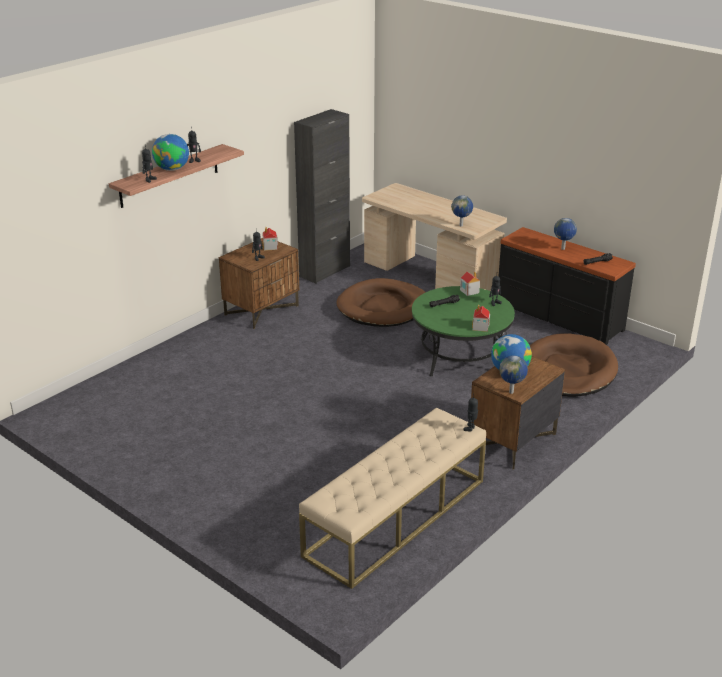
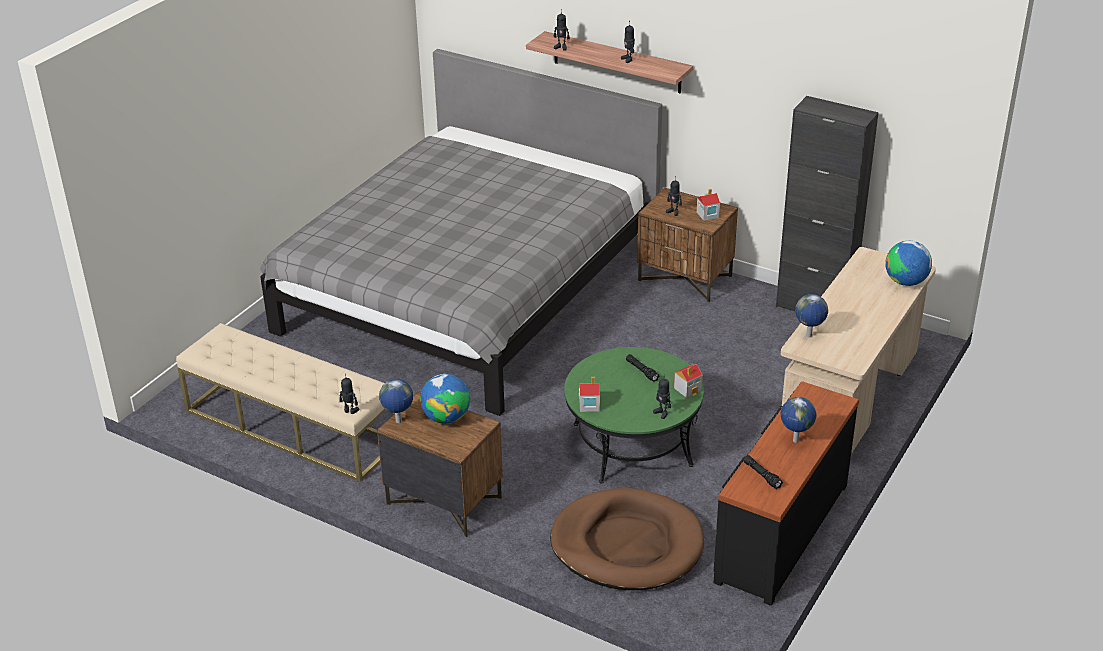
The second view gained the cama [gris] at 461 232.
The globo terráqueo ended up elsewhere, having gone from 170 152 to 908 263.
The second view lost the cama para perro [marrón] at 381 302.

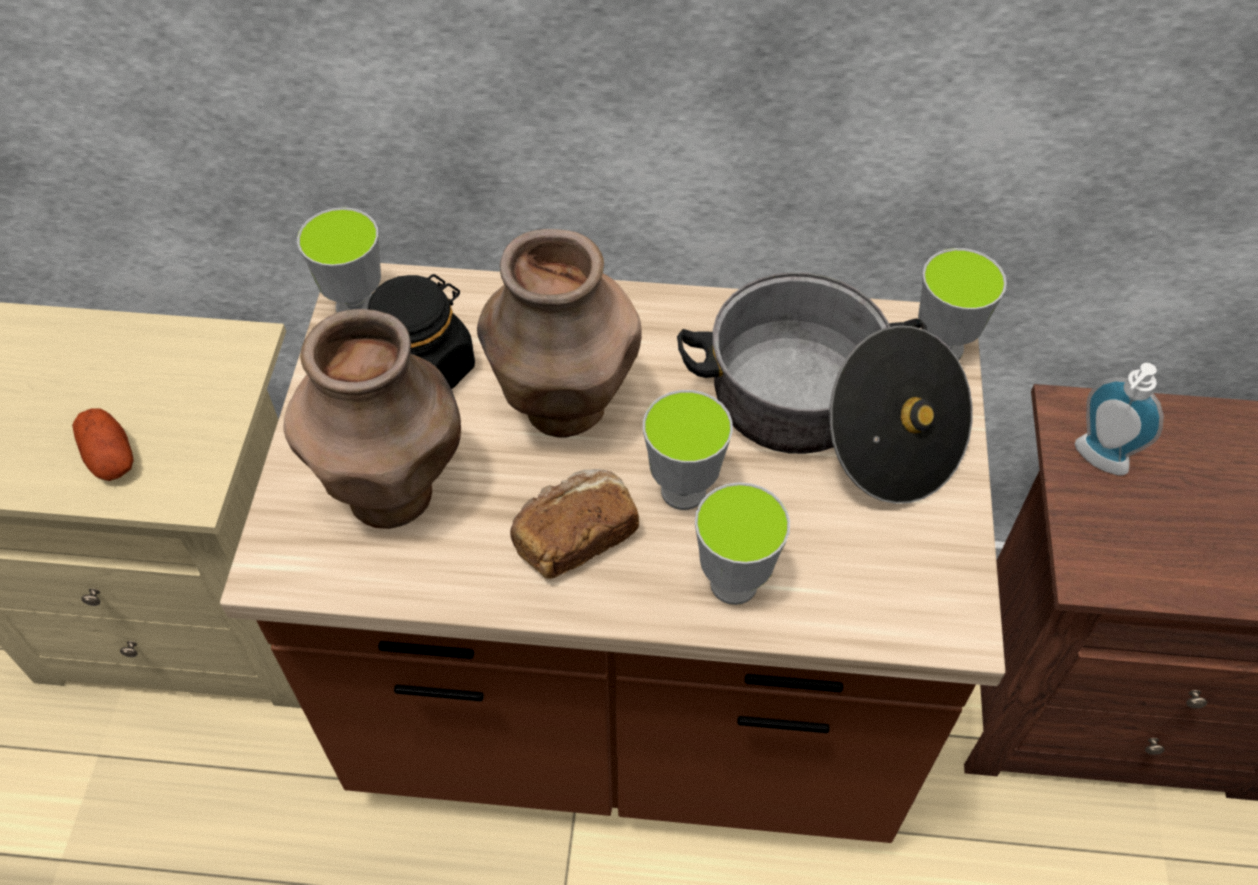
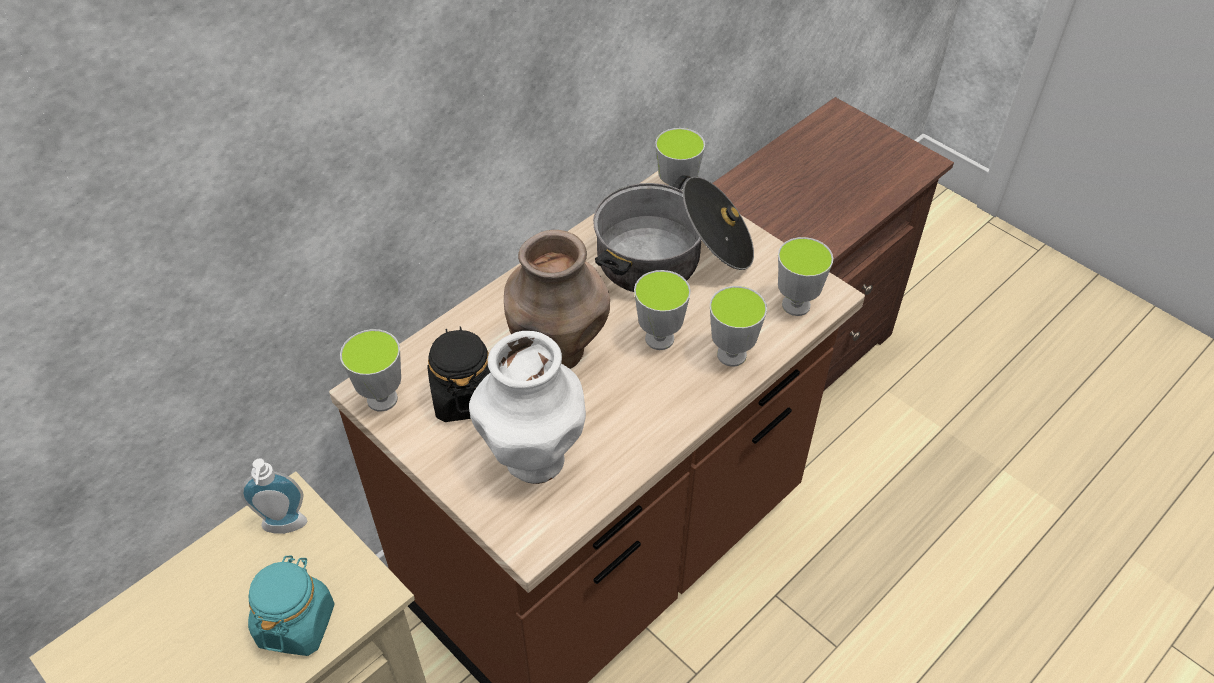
The dispensador de jabón ended up elsewhere, having gone from 1119 419 to 273 496.
Where the patata stood at 103 444, the tarro [turquesa] came to stand at 291 606.
What was the florero [marrón] at 372 419 turned into the florero [blanco] at 527 407.
The second view gained the taza at 805 276.
The second view lost the pan at 574 524.

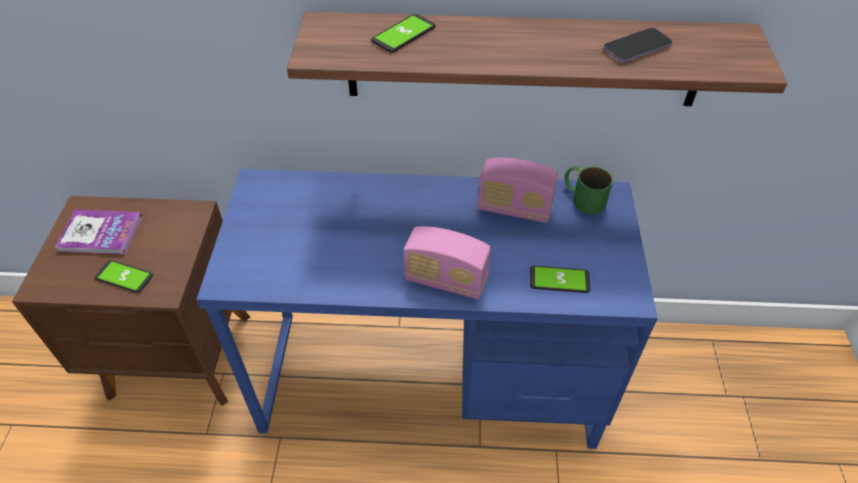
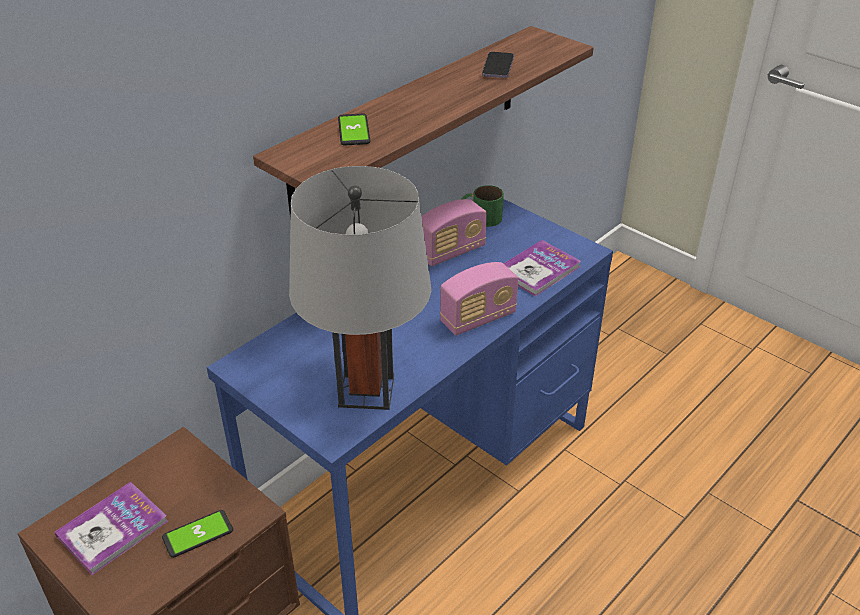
The second view gained the lámpara de mesa [gris] at 360 288.
Where the móvil stood at 560 279, the libro came to stand at 542 268.

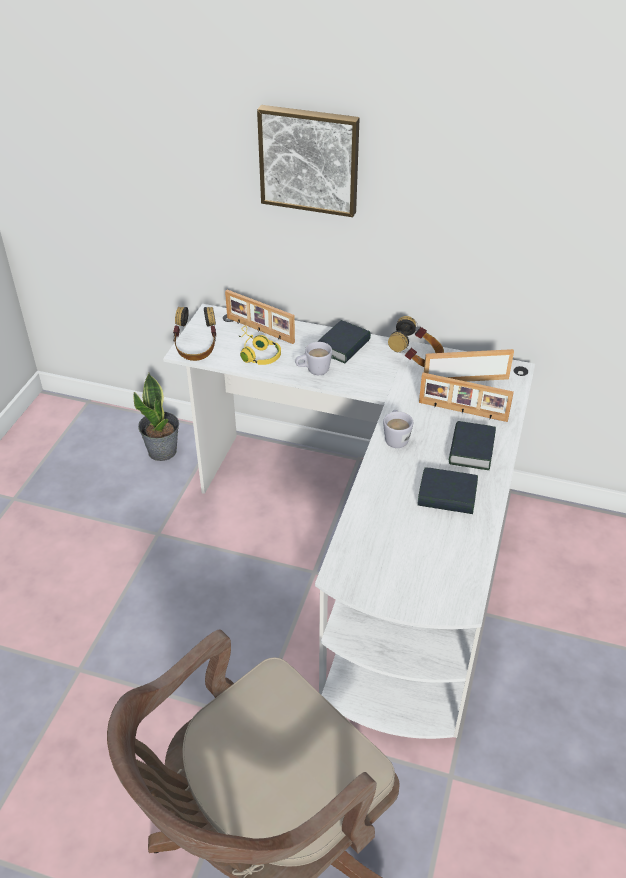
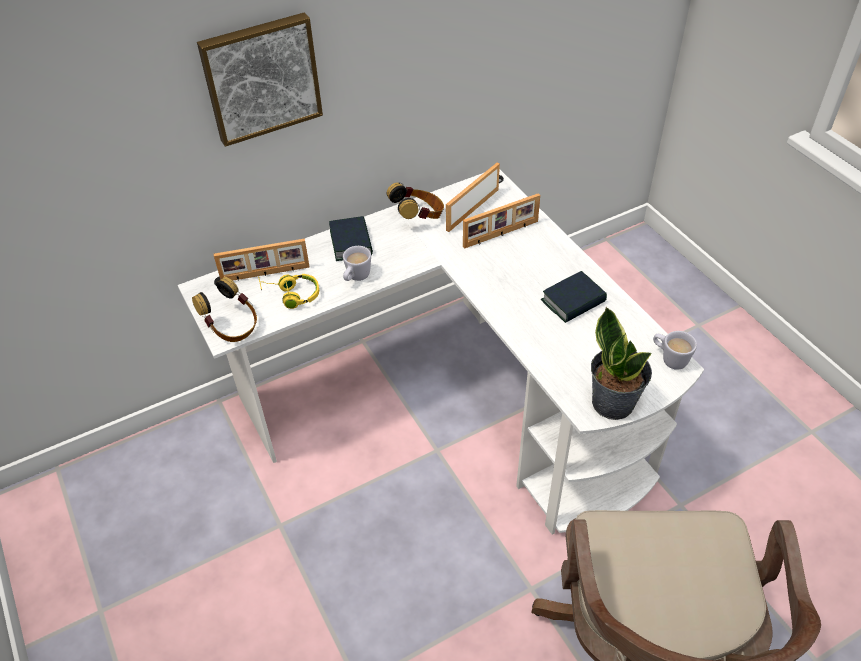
The planta en maceta ended up elsewhere, having gone from 156 417 to 621 363.
The taza grande [blanco] ended up elsewhere, having gone from 398 429 to 675 350.
The second view lost the libro at 472 445.

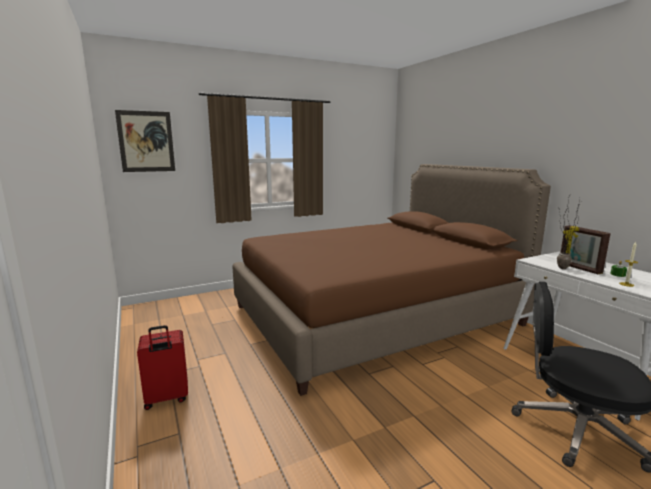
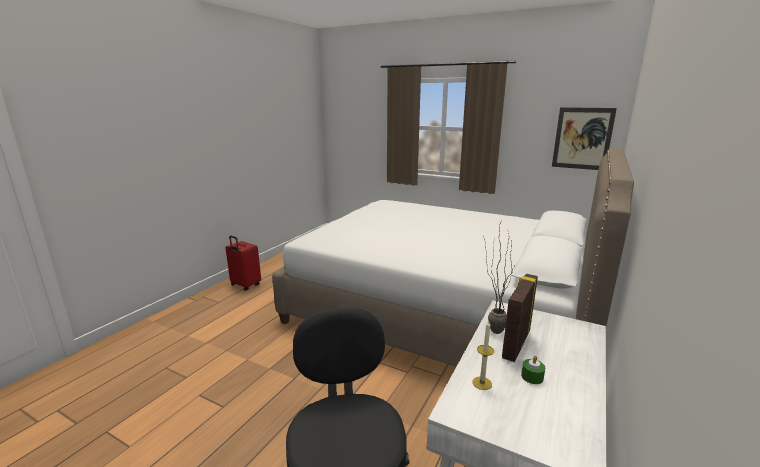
What was the cama [marrón] at 391 280 turned into the cama [blanco] at 453 257.
The cuadro ended up elsewhere, having gone from 145 141 to 584 138.

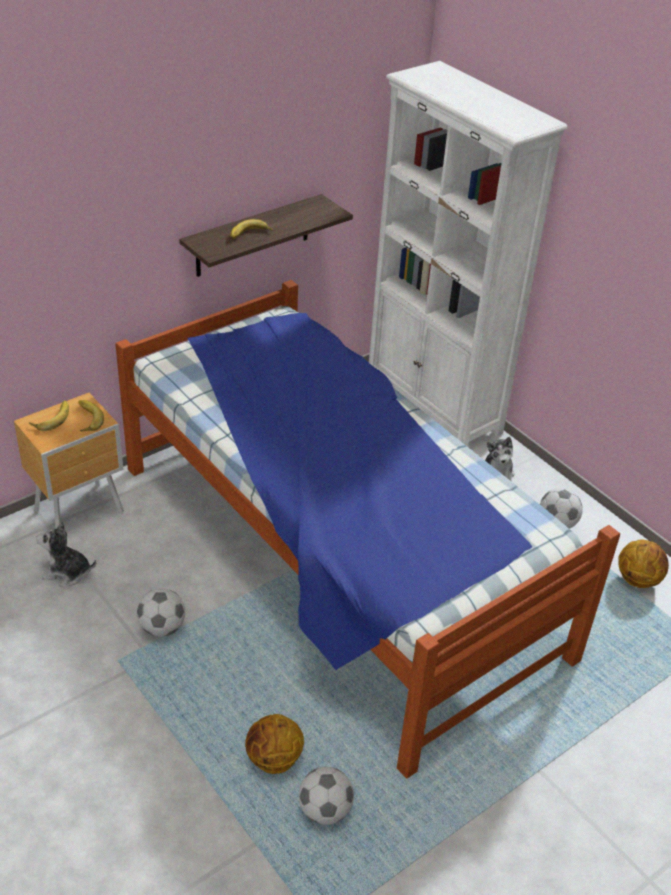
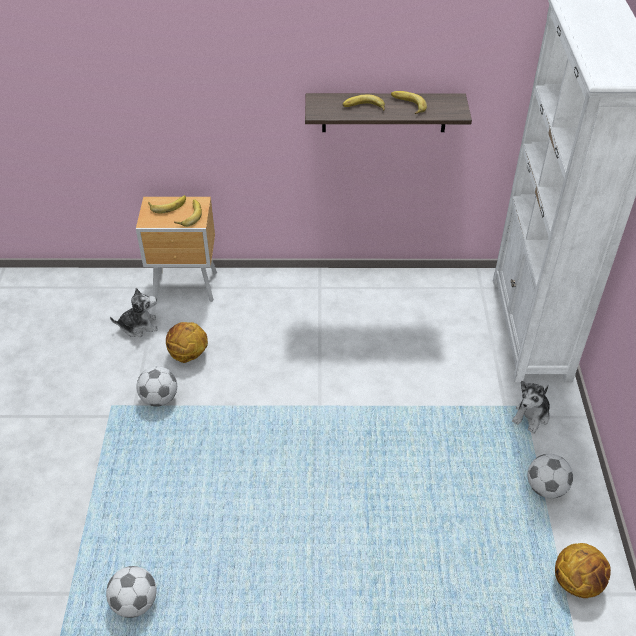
The peluche at 66 553 ended up facing another way, 120 degrees clockwise from before.
The balón de baloncesto ended up elsewhere, having gone from 274 744 to 187 342.
The second view gained the plátano at 409 102.
The second view lost the cama at 367 529.

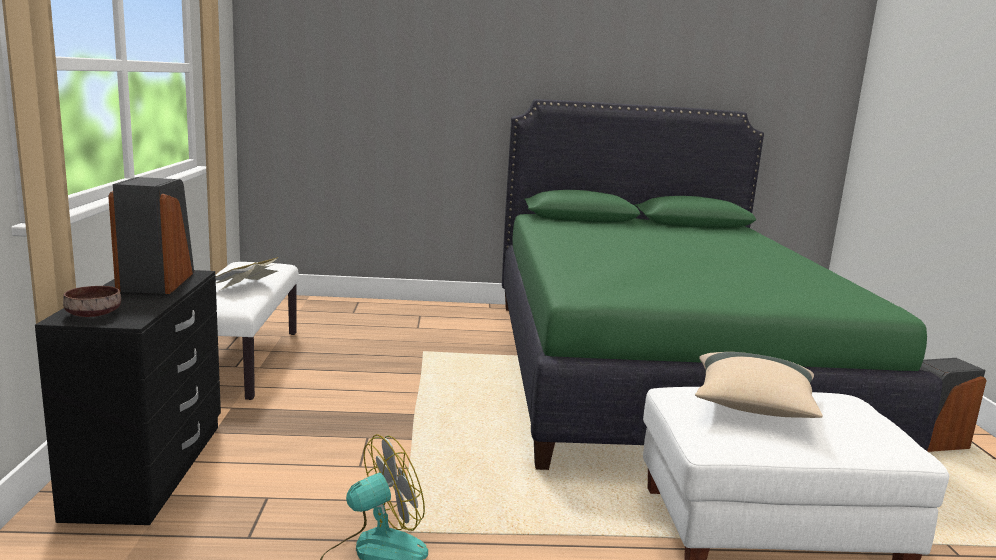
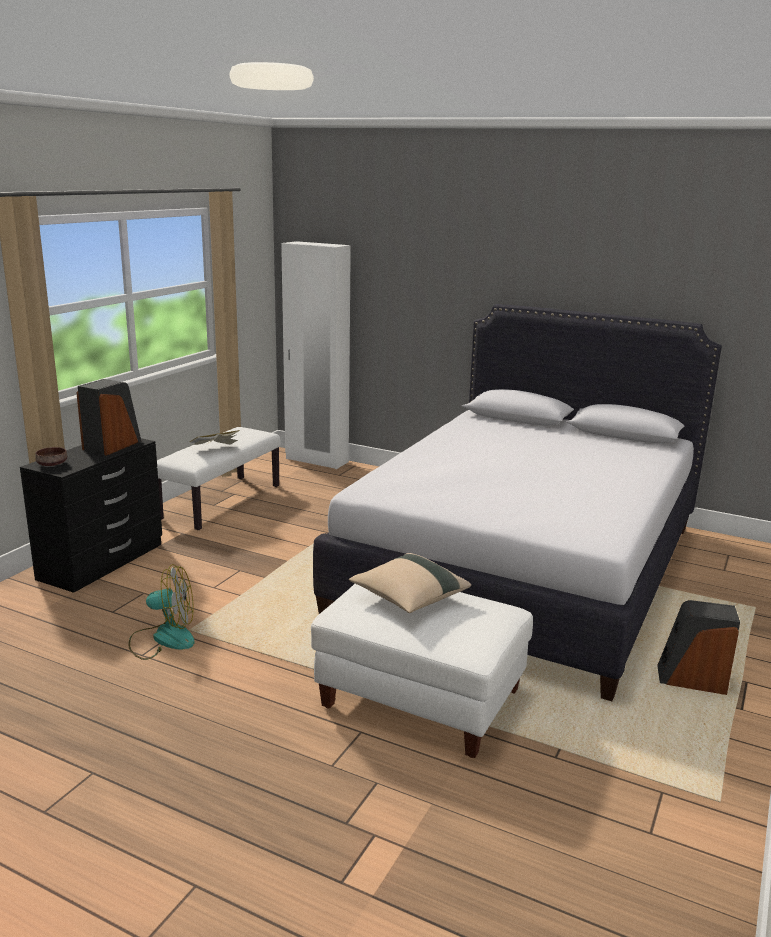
The second view gained the armario ropero [blanco] at 316 355.
What was the cama [verde] at 722 284 turned into the cama [blanco] at 517 502.

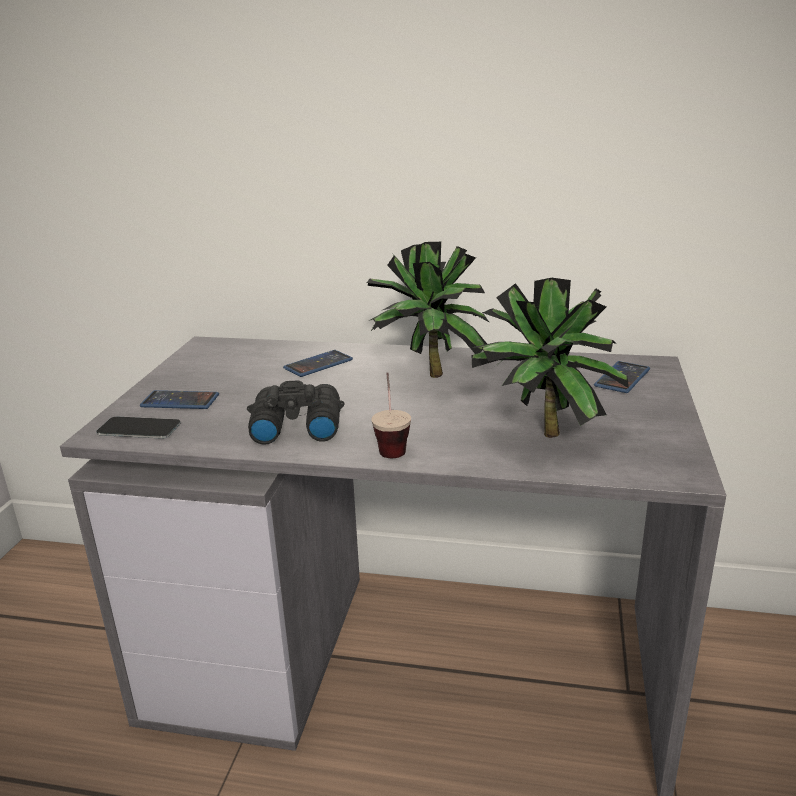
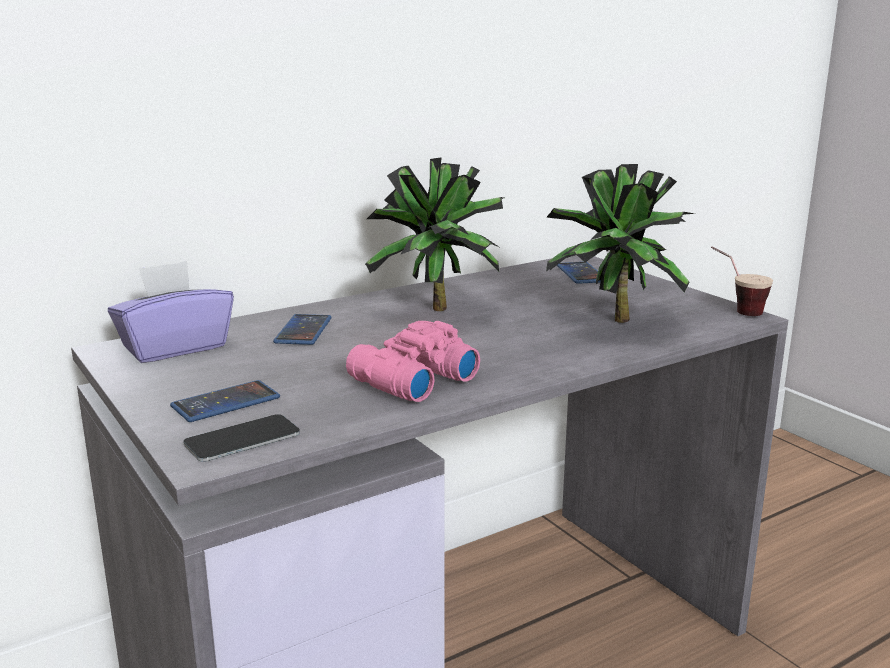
The second view gained the caja de pañuelos [morado] at 171 312.
What was the prismáticos [negro] at 295 412 turned into the prismáticos [rosa] at 413 361.
The taza ended up elsewhere, having gone from 391 415 to 742 281.

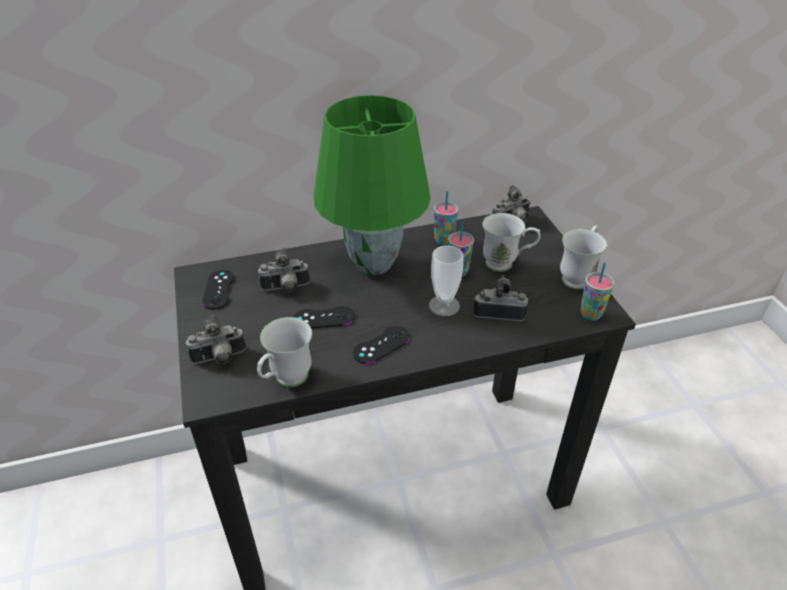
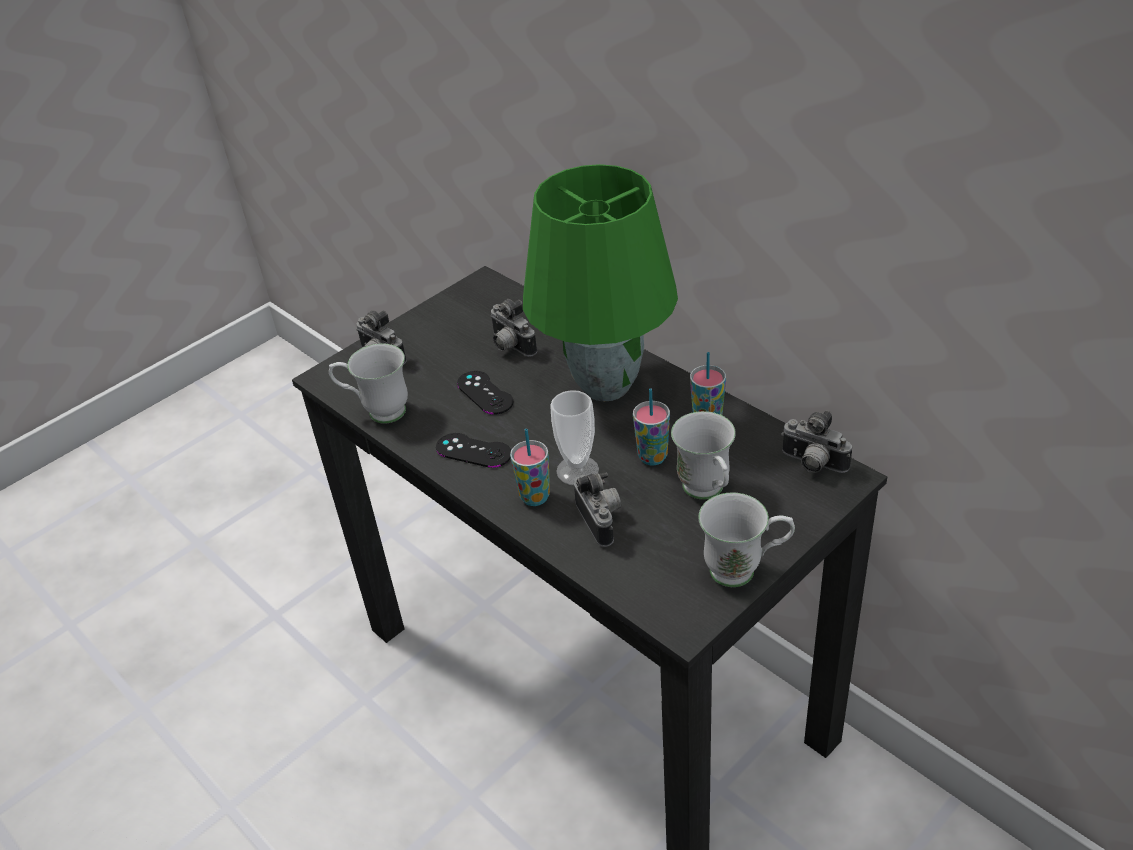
The taza ended up elsewhere, having gone from 597 291 to 530 467.
The second view lost the mando de consola [negro] at 218 290.

